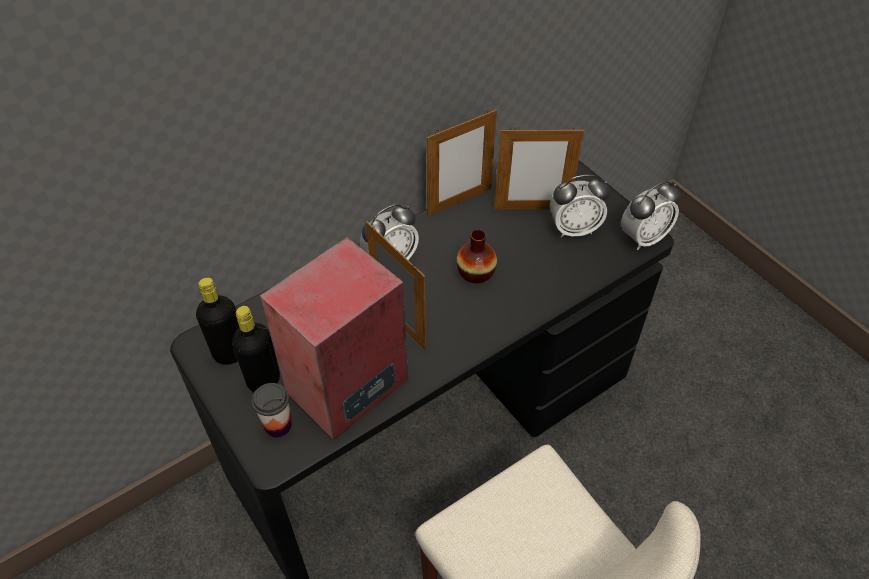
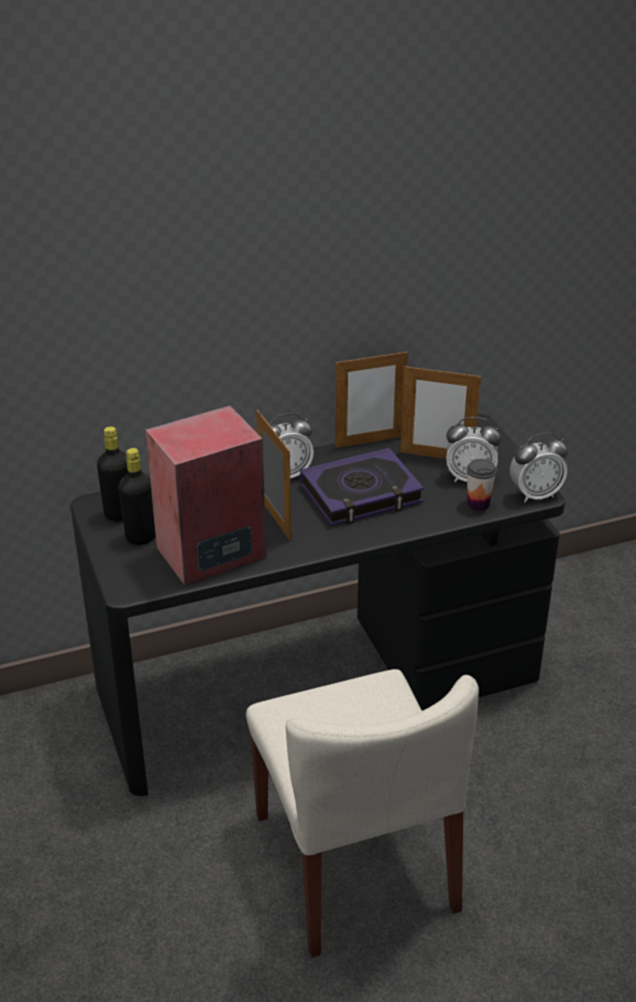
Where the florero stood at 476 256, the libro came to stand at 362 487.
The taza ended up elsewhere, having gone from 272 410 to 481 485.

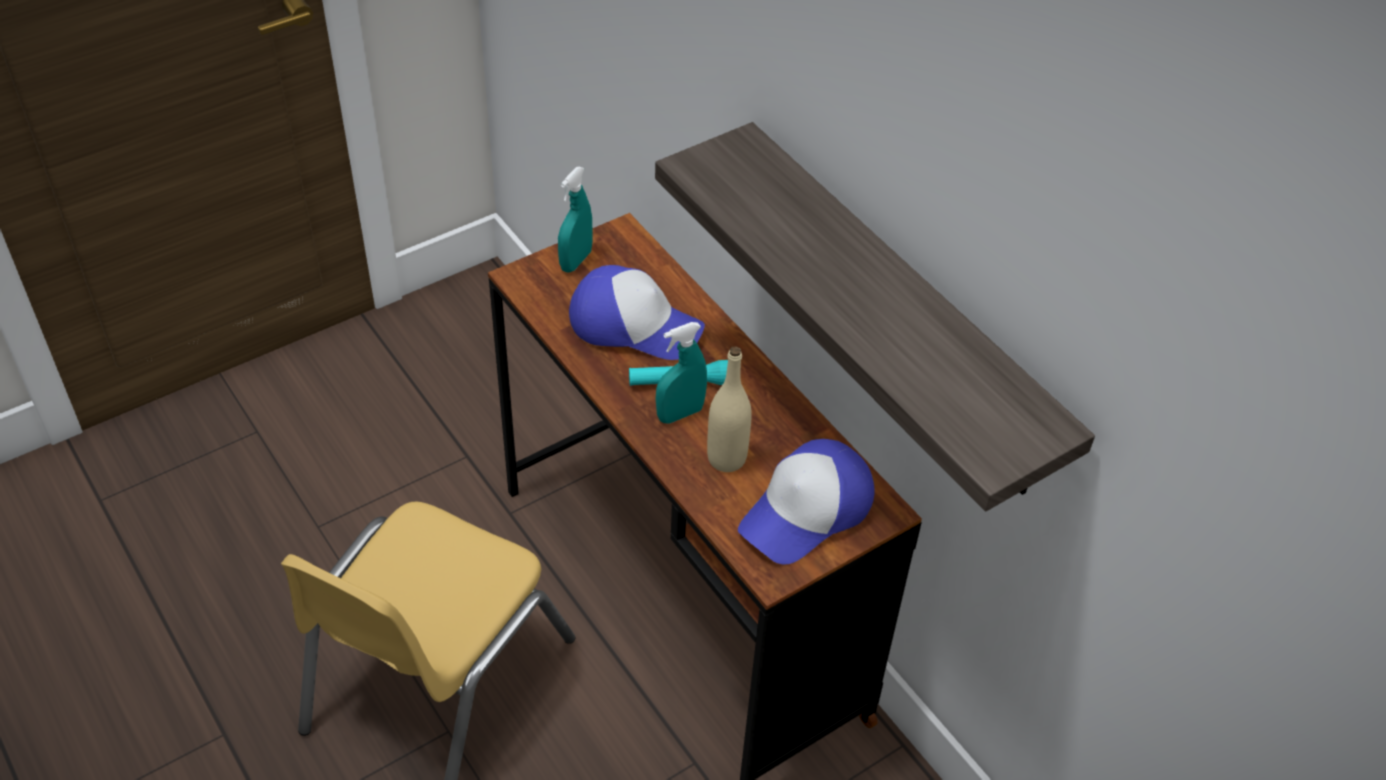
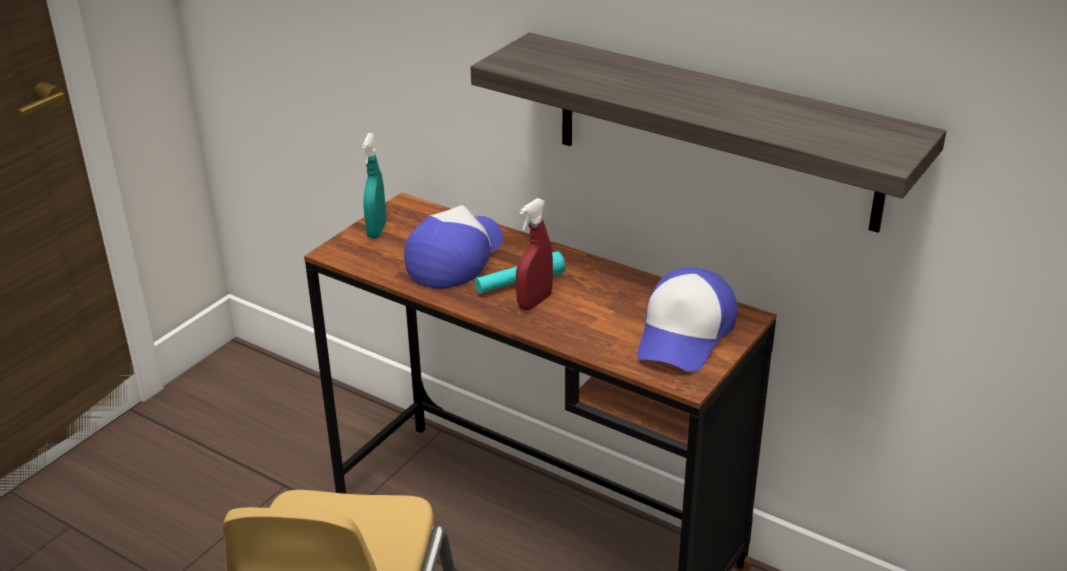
The gorra at 637 312 ended up facing another way, 60 degrees counterclockwise from before.
What was the pulverizador [turquesa] at 681 372 turned into the pulverizador [rojo] at 534 254.
The second view lost the botella [beis] at 729 409.

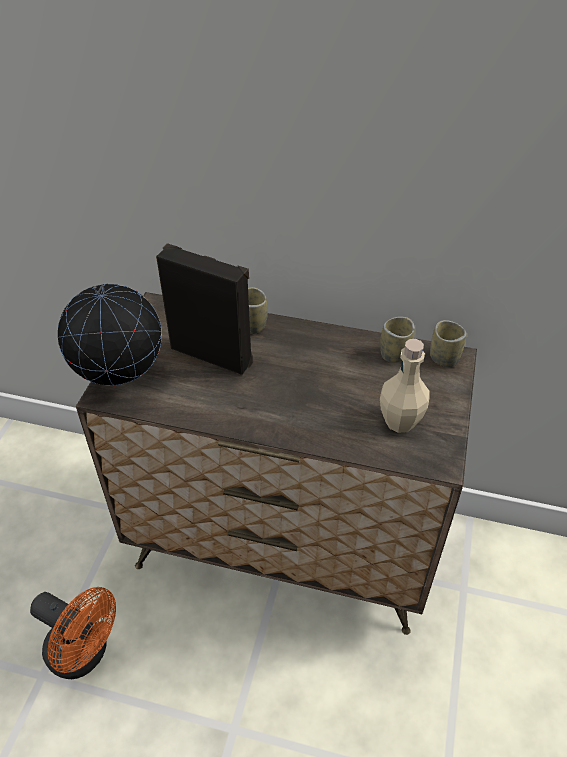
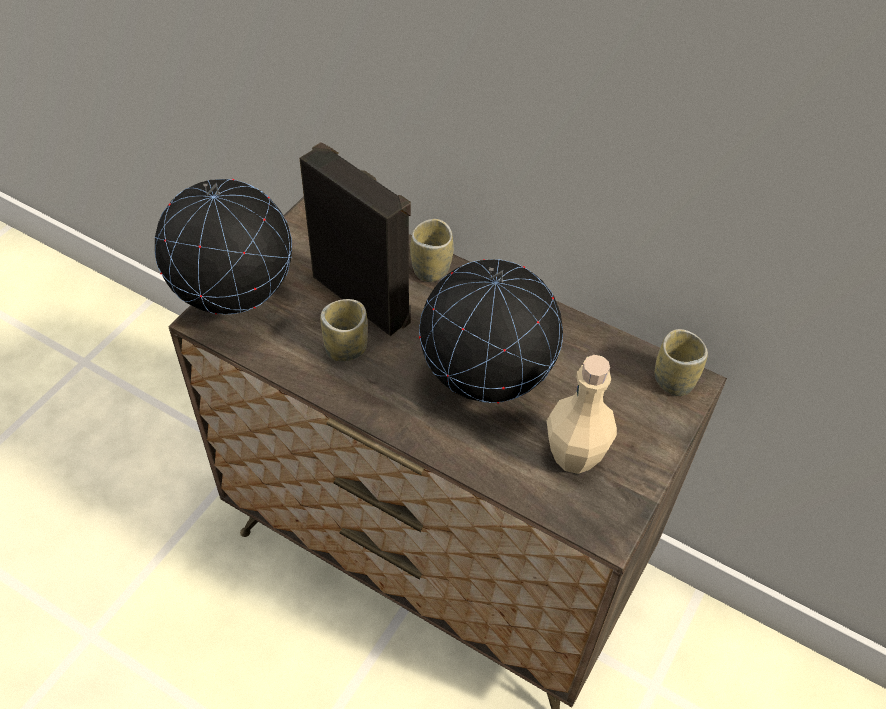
The taza ended up elsewhere, having gone from 397 340 to 344 330.
The second view gained the globo terráqueo at 491 331.
The second view lost the ventilador [naranja] at 73 633.

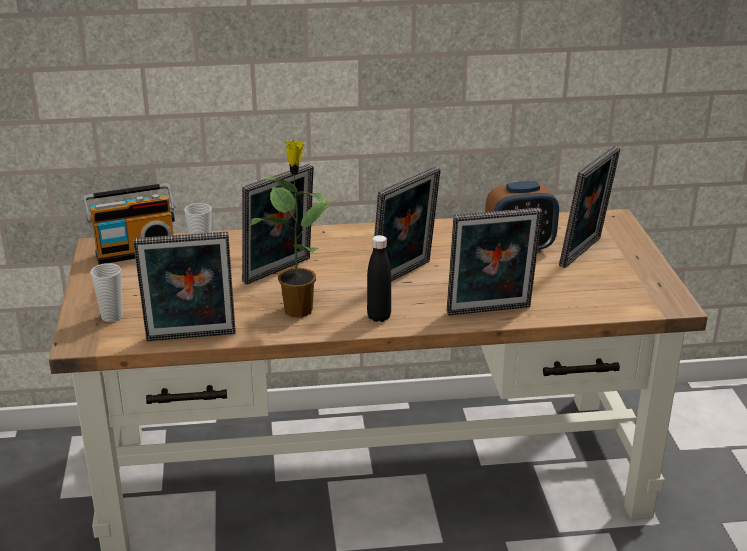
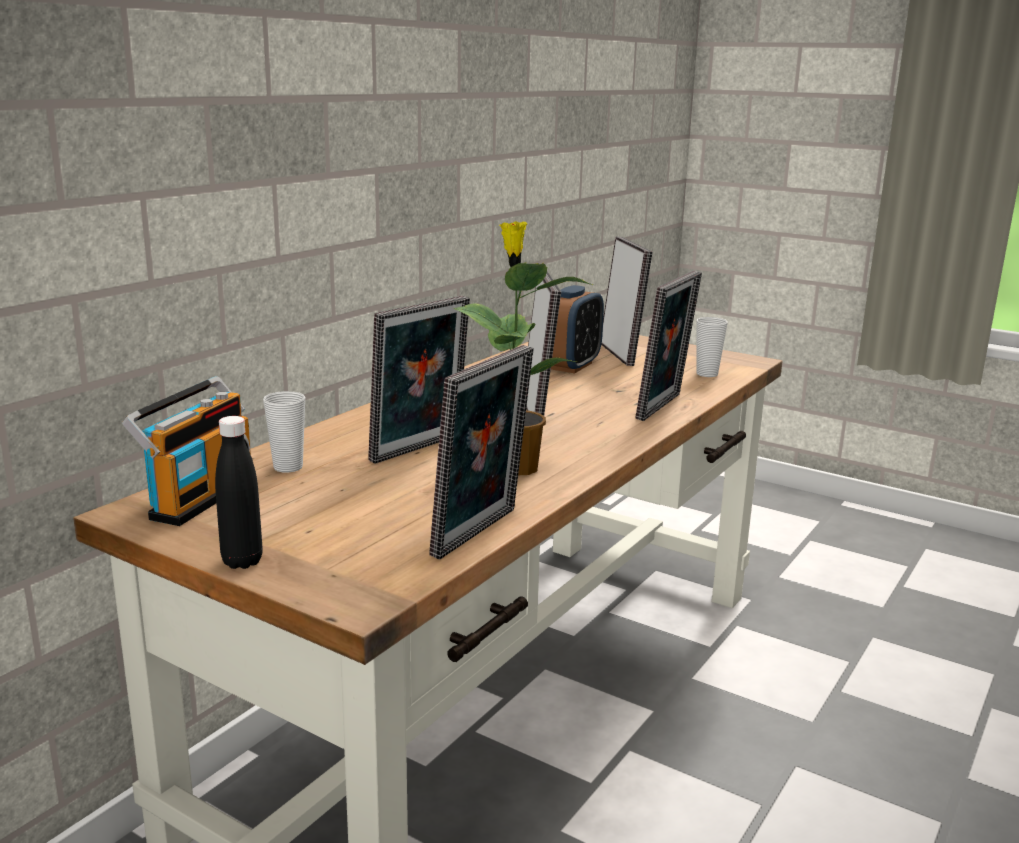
The botella [negro] ended up elsewhere, having gone from 379 278 to 239 492.
The portarretratos at 278 224 ended up facing another way, 45 degrees clockwise from before.
The taza ended up elsewhere, having gone from 106 292 to 712 347.

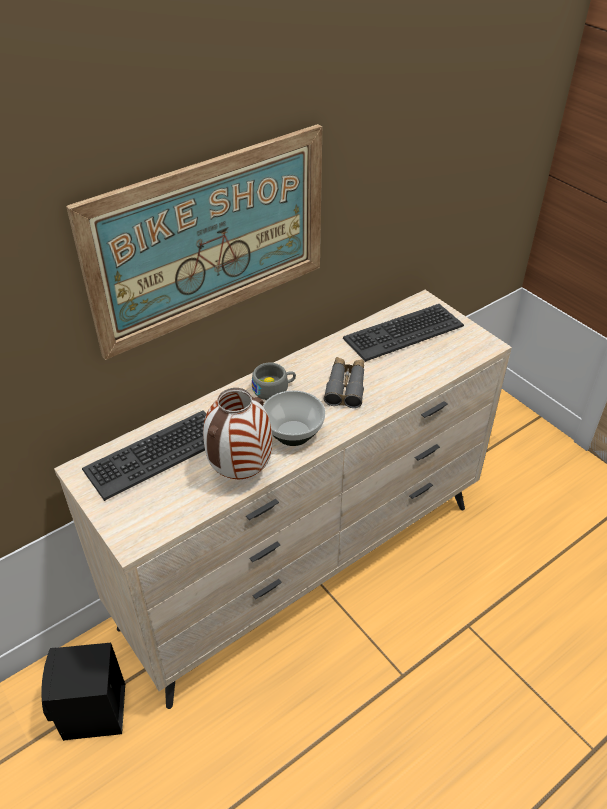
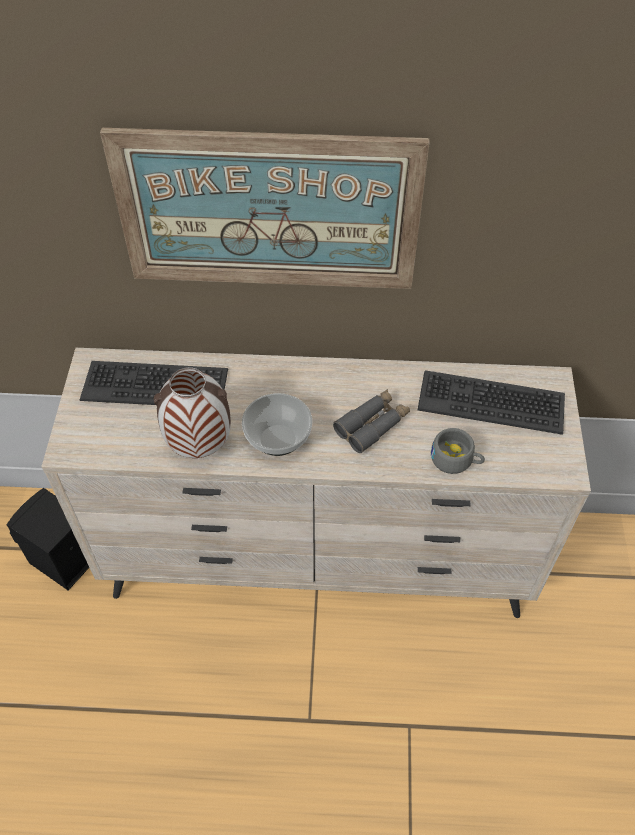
The taza [gris] ended up elsewhere, having gone from 274 381 to 458 451.

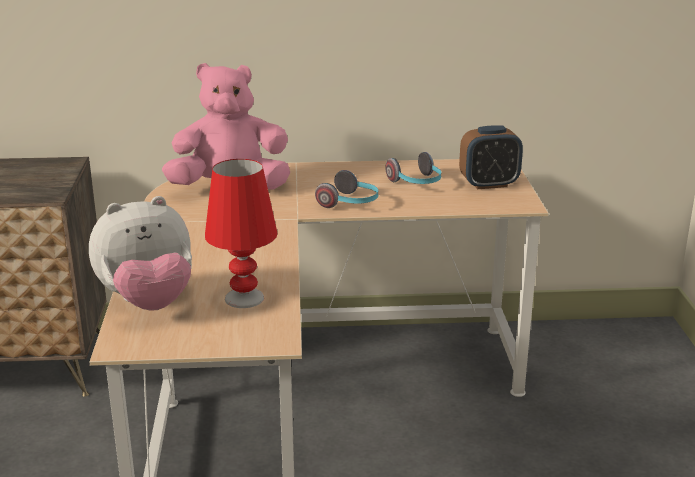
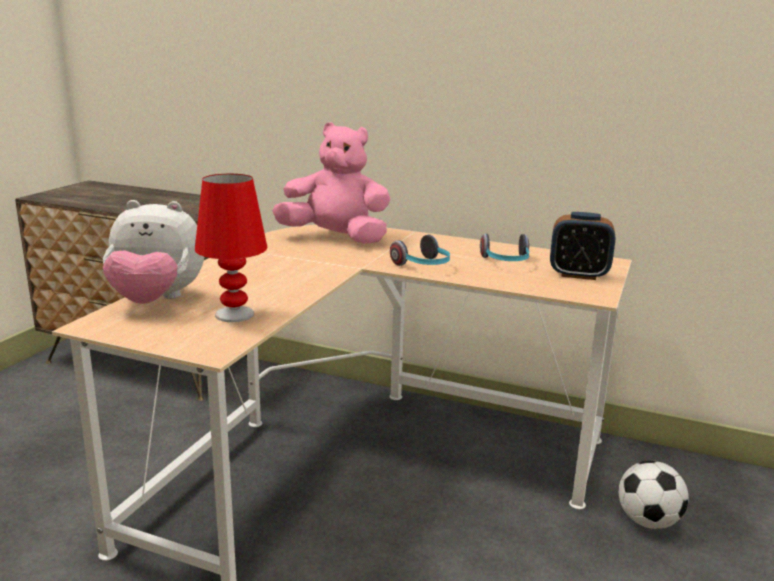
The second view gained the balón de fútbol at 653 495.

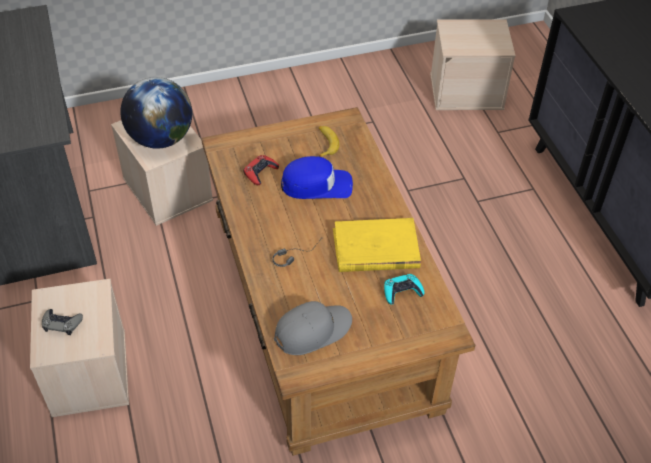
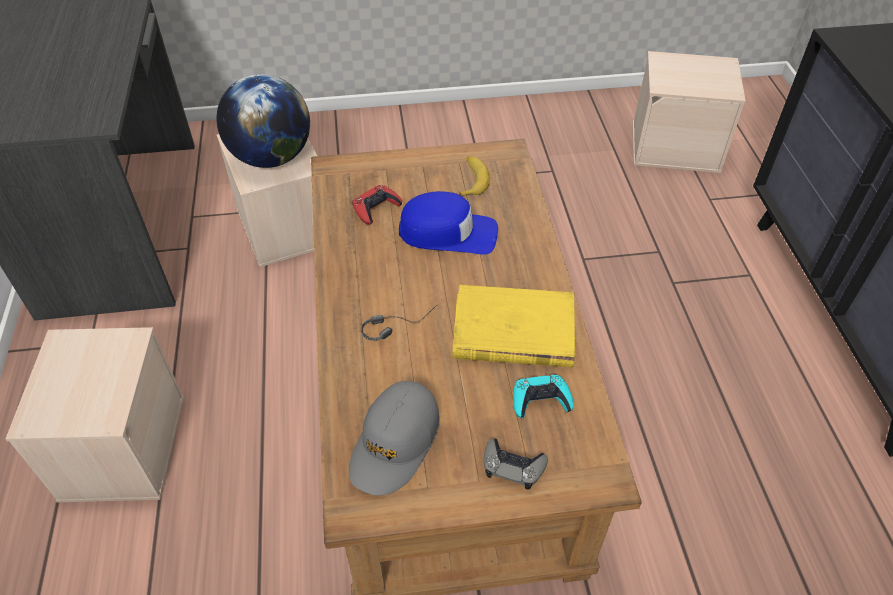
The gorra [gris] at 313 328 ended up facing another way, 135 degrees clockwise from before.
The mando de consola [gris] ended up elsewhere, having gone from 62 322 to 516 464.

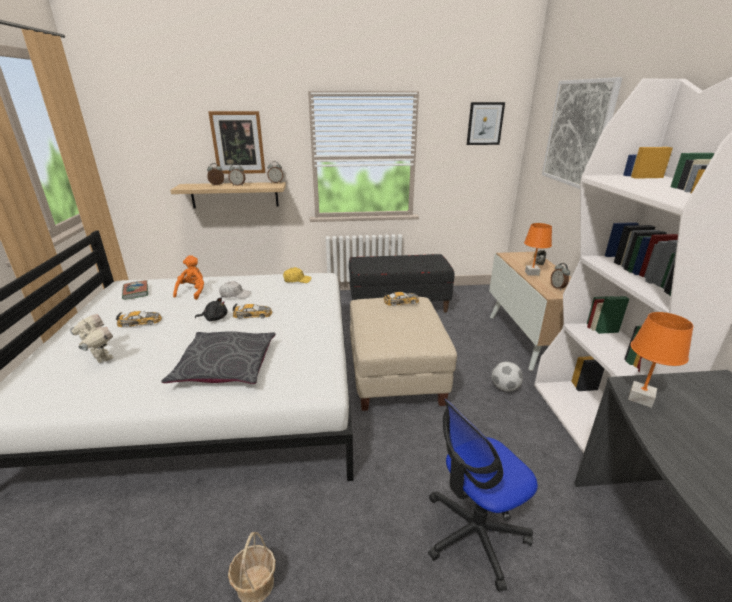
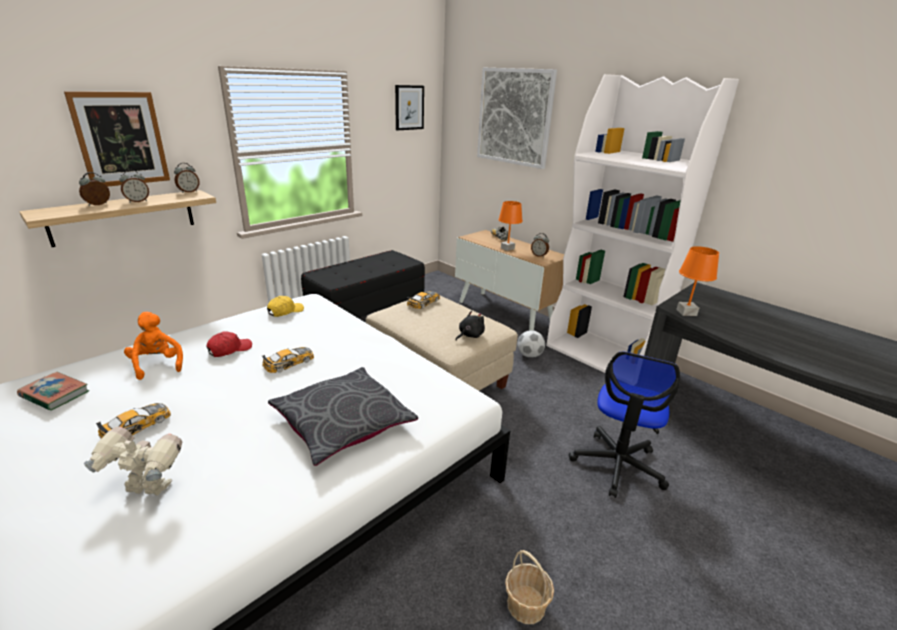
What was the gorra [blanco] at 235 290 turned into the gorra [rojo] at 229 344.
The peluche [negro] ended up elsewhere, having gone from 211 309 to 470 325.

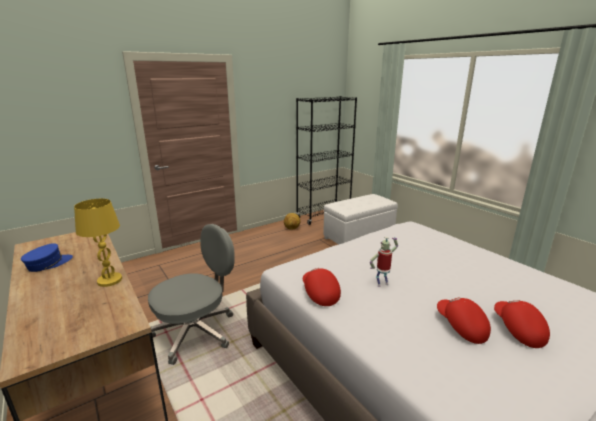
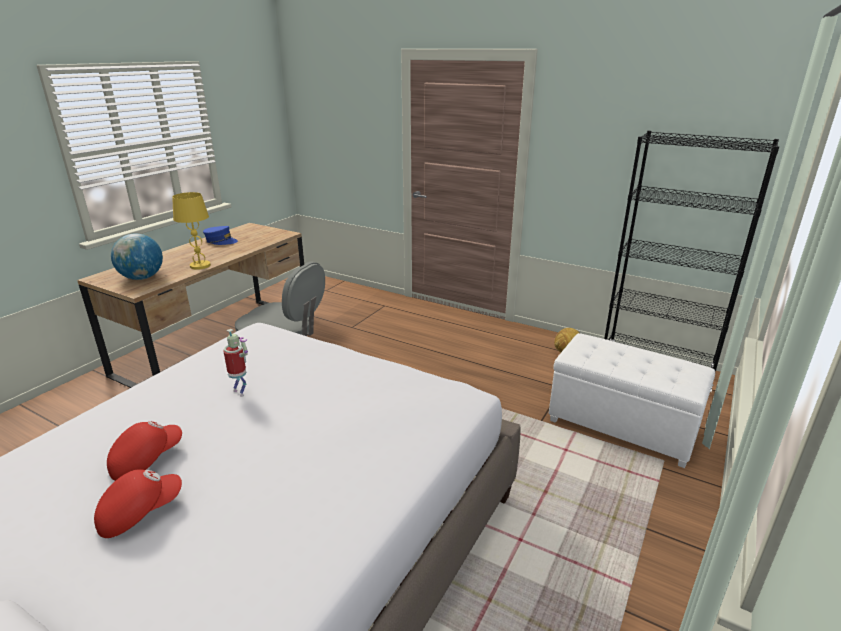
The second view gained the globo terráqueo at 137 257.
The second view lost the gorra [rojo] at 322 287.

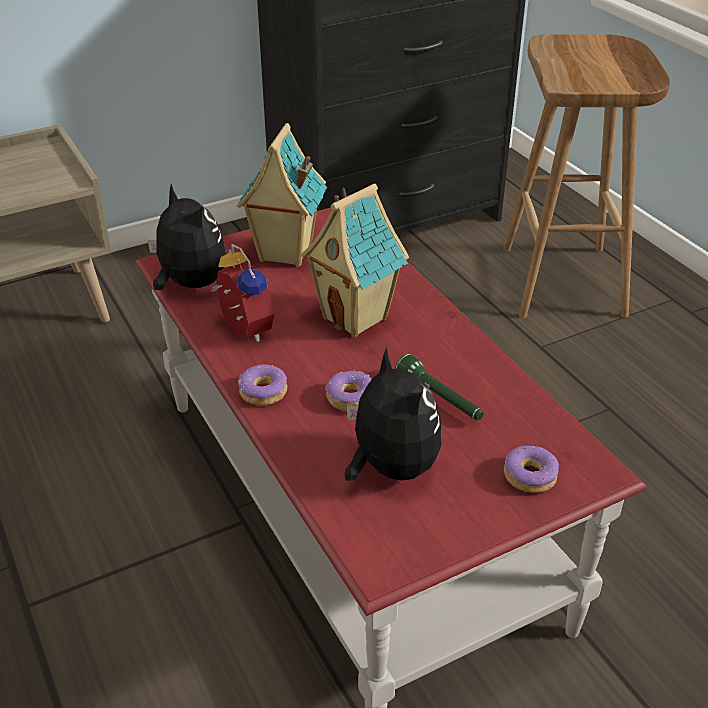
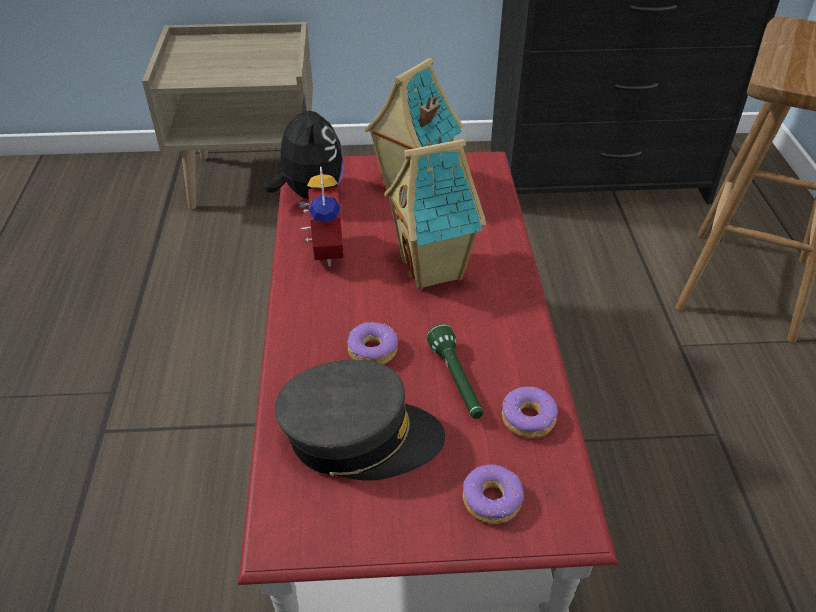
Where the peluche stood at 393 414, the gorra [gris] came to stand at 360 420.
The rosquilla ended up elsewhere, having gone from 262 385 to 530 412.

